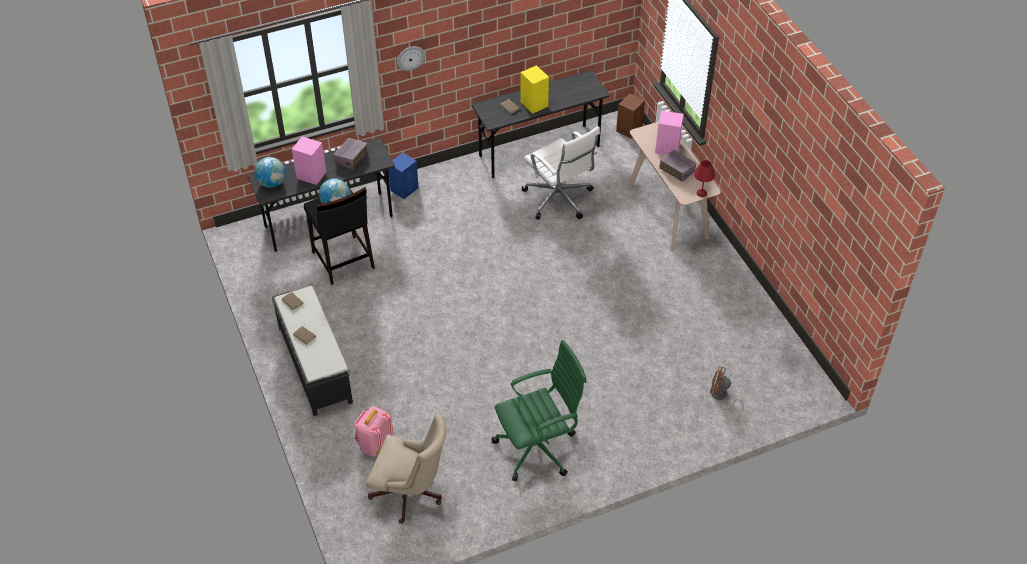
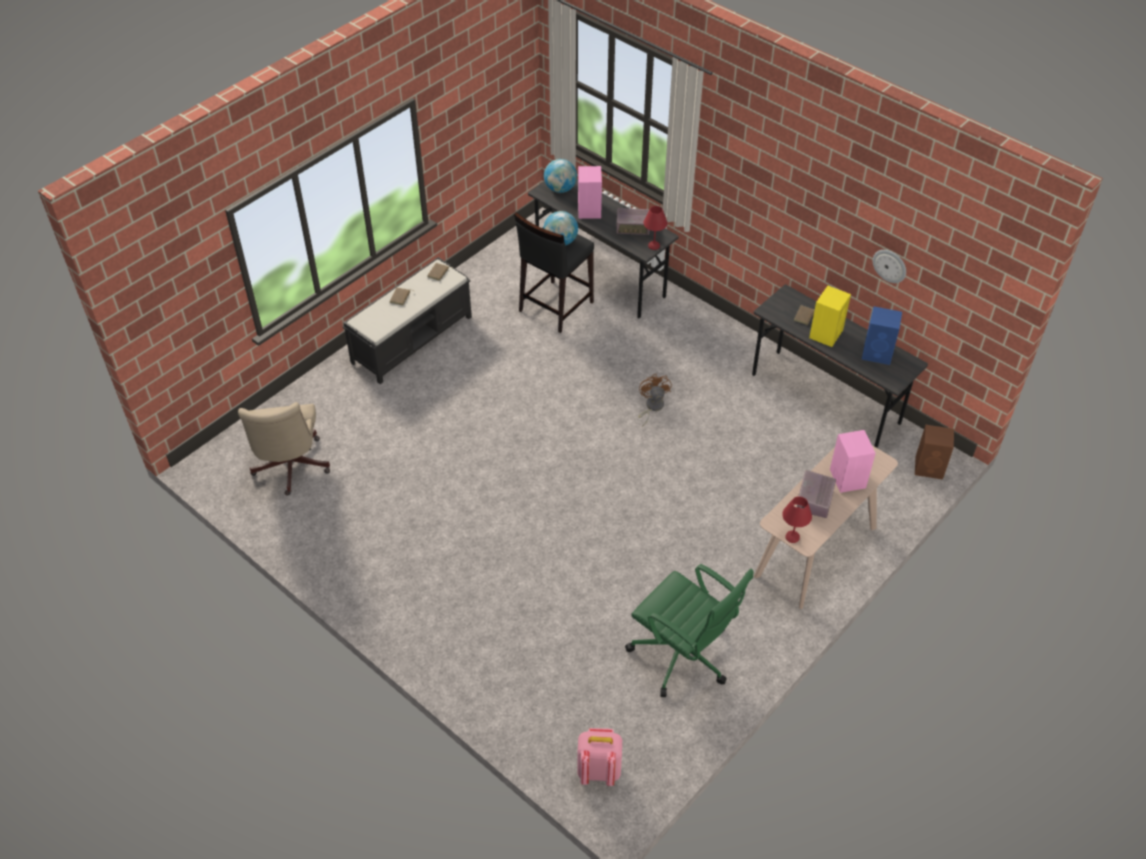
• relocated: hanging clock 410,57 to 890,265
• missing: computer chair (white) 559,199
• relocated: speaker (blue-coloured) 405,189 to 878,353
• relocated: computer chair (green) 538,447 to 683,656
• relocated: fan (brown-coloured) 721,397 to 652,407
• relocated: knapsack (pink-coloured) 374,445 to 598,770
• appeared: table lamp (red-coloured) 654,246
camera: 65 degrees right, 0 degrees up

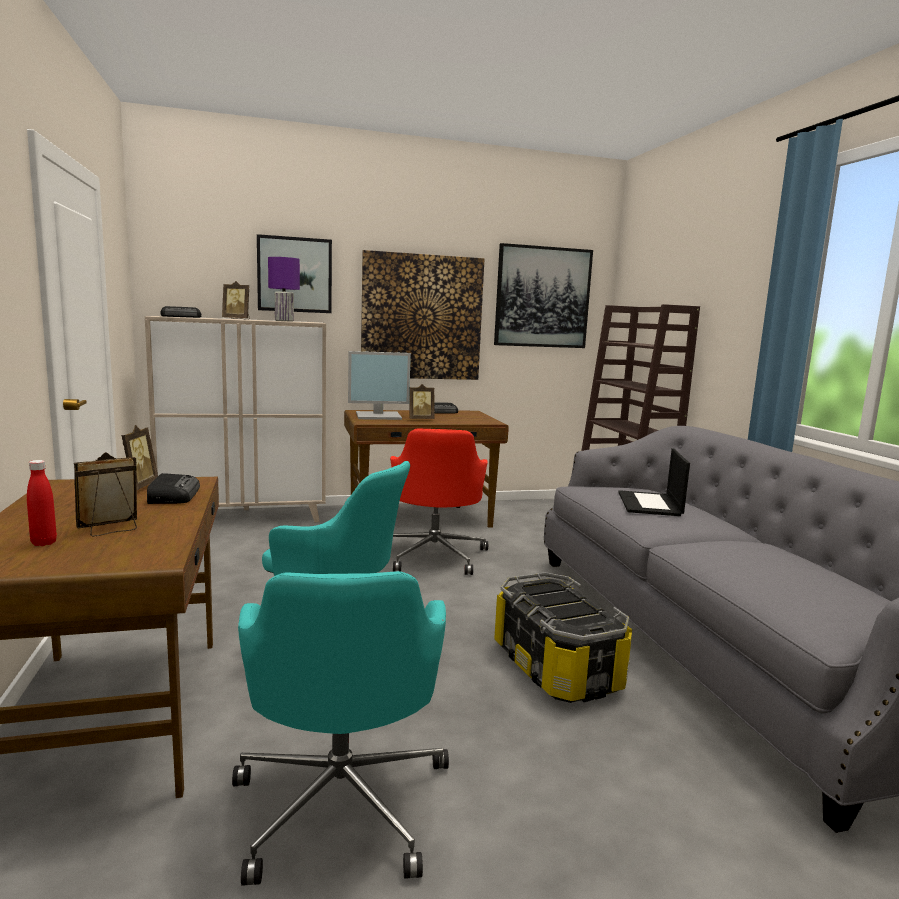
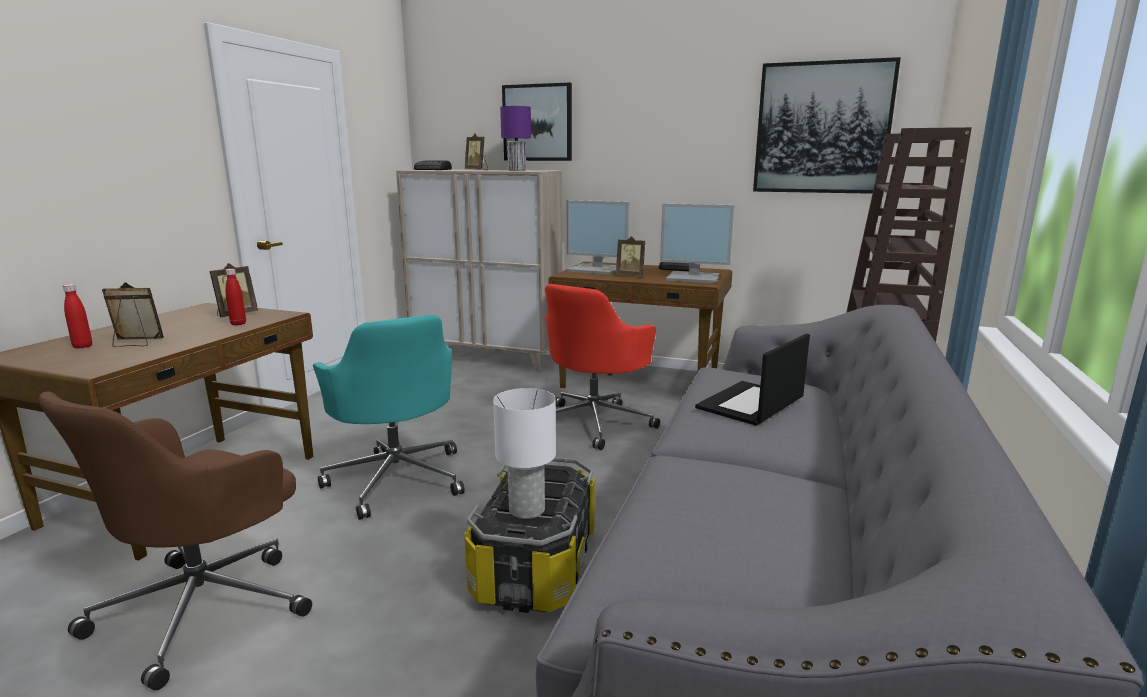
• missing: wall picture 422,317
• exchanged: radio set 173,495 to bottle (red-coloured) 238,324
• colour: computer chair (turquoise-coloured) 342,800 to computer chair (brown-coloured) 206,606
• appeared: monitor 694,278
• appeared: table lamp (white) 527,510
camera: 35 degrees right, 5 degrees up

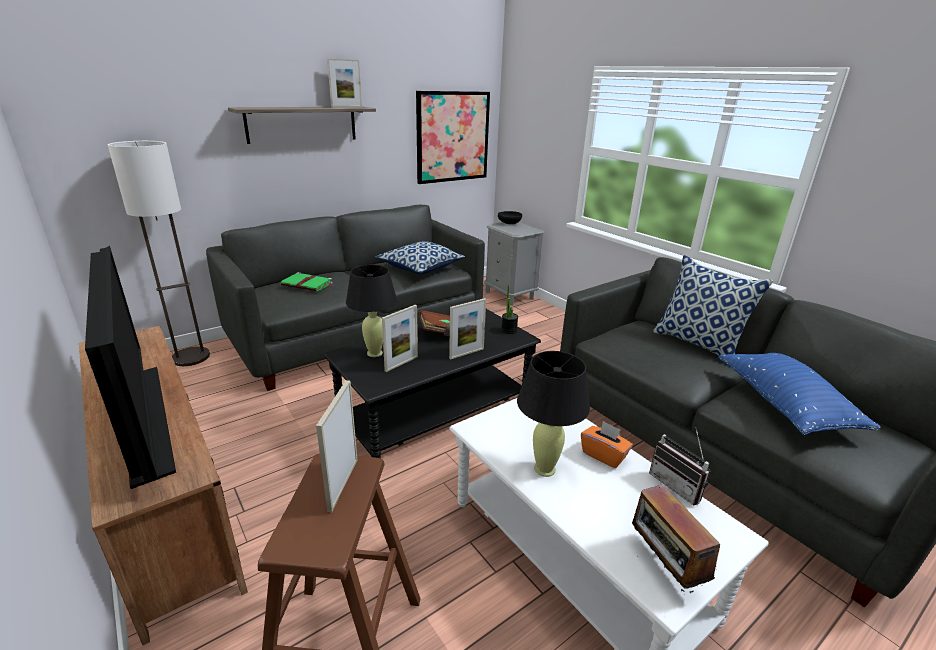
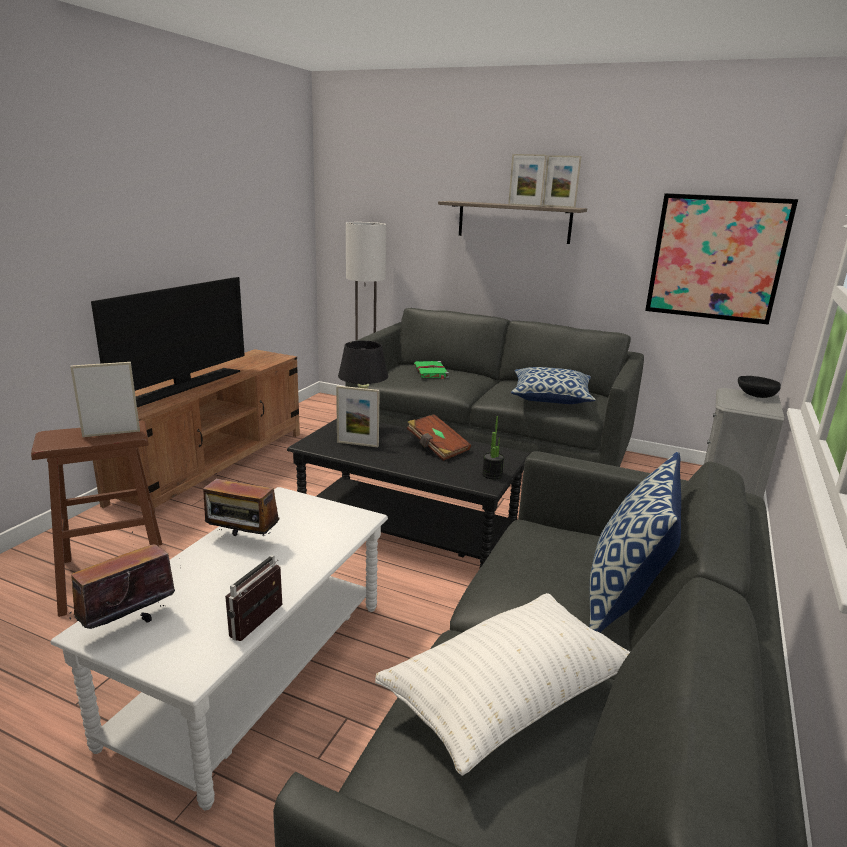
• relocated: standing frame 466,353 to 524,205
• exchanged: table lamp (blackish) 544,468 to radio set 242,541
• colour: throw pillow (blue-coloured) 784,405 to throw pillow (white) 508,696
• missing: tissue holder (orange-coloured) 604,455
camera: 60 degrees right, 5 degrees down

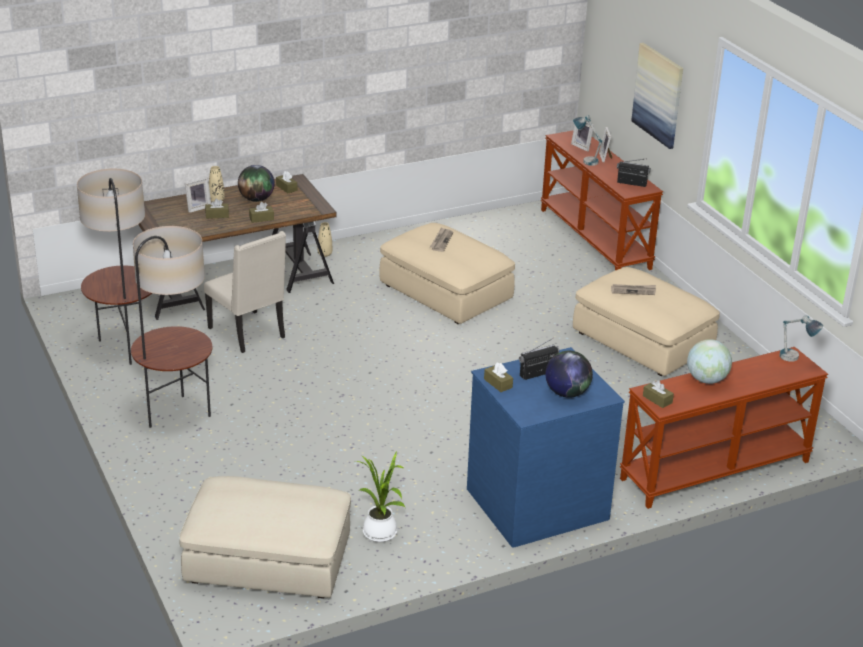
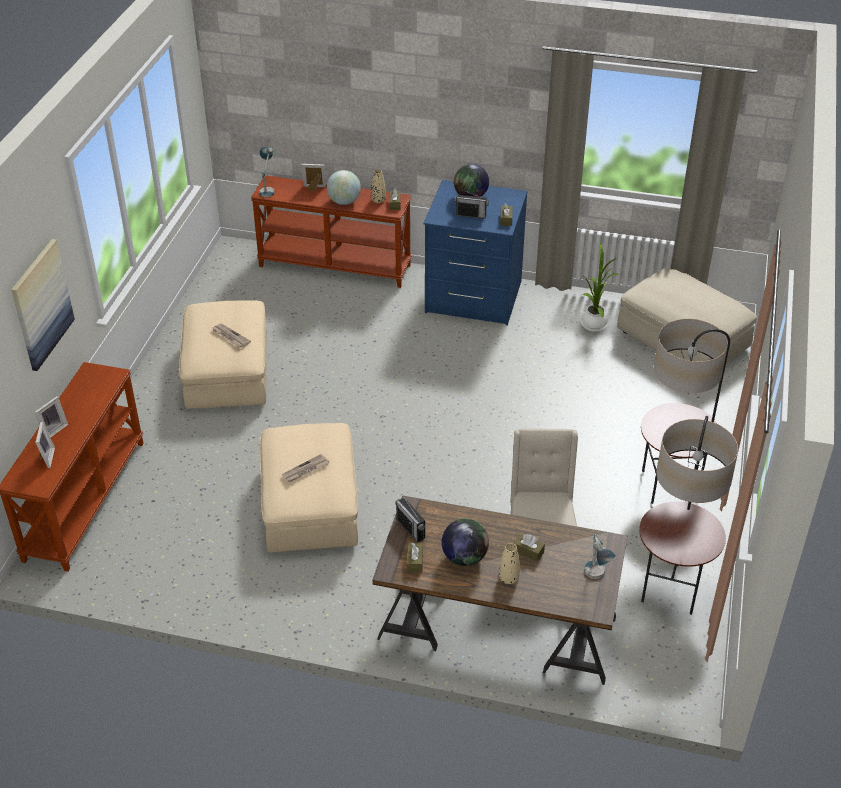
• relocated: table lamp 585,160 to 596,578
• relocated: radio set 631,183 to 410,529
• relocated: standing frame 197,207 to 314,188
• missing: tissue holder (brown-coloured) 261,218
• relocated: decorative vase (beige-coloured) 325,254 to 378,200
camera: 140 degrees left, 10 degrees up

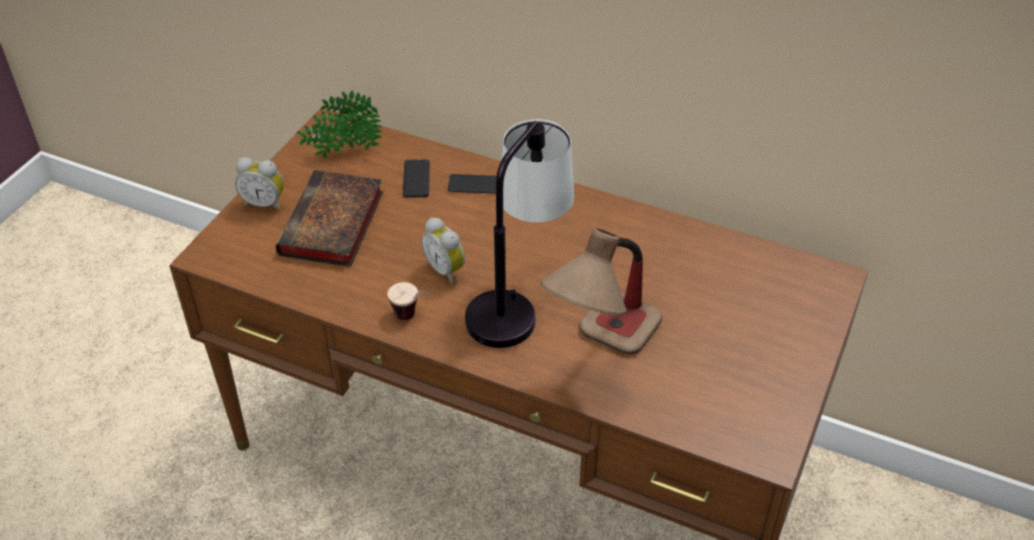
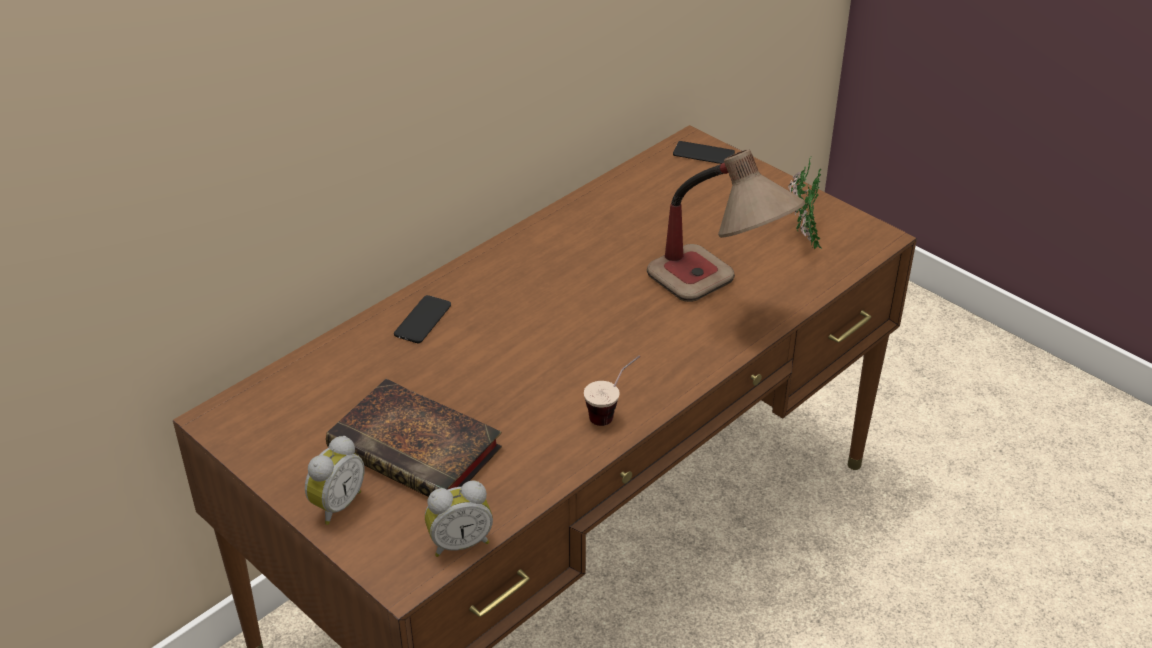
• relocated: houseplant 343,152 to 803,238
• missing: table lamp 516,300
• relocated: phone 416,179 to 703,154
• relocated: table clock 446,270 to 459,542
camera: 70 degrees left, 5 degrees down

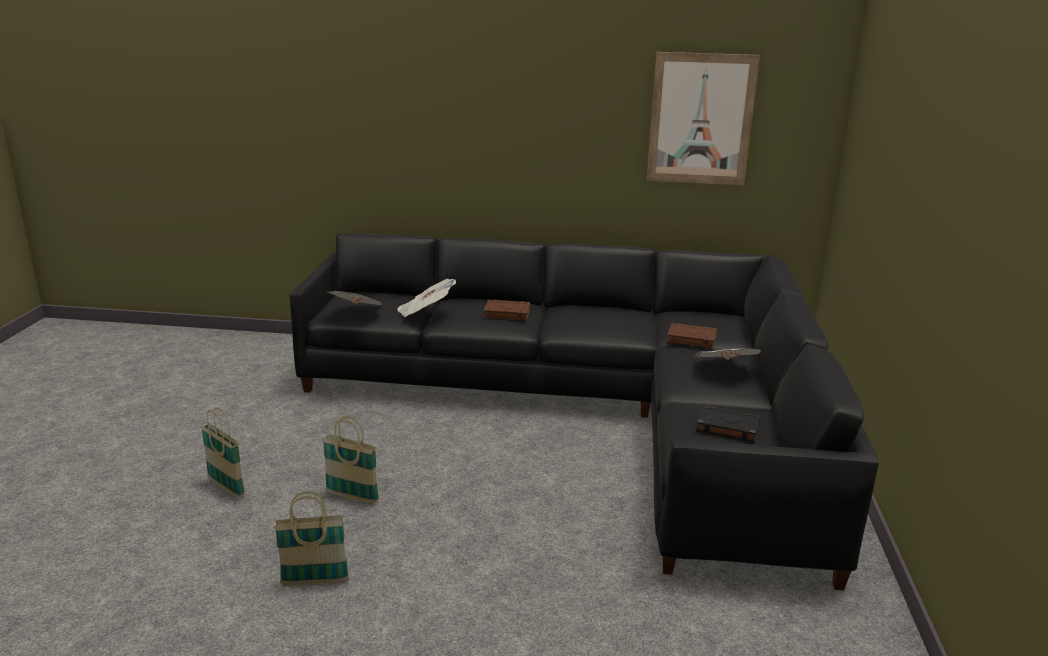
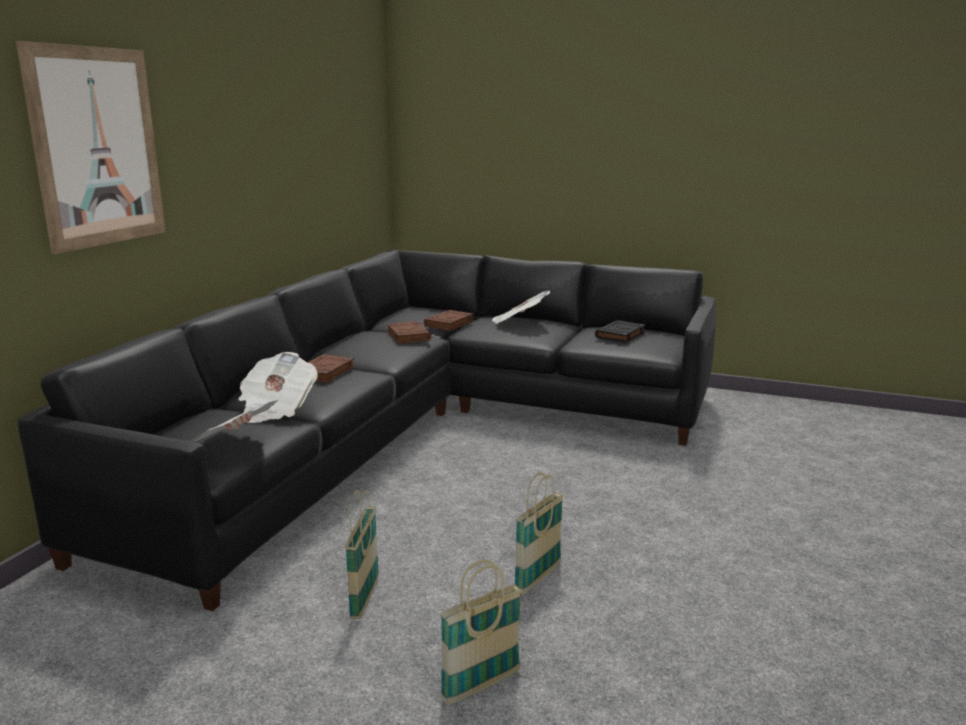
• relocated: wall picture 701,119 to 97,147
• relocated: household basket 315,582 to 365,599
• appeared: book (brown-coloured) 408,336
camera: 75 degrees left, 5 degrees down

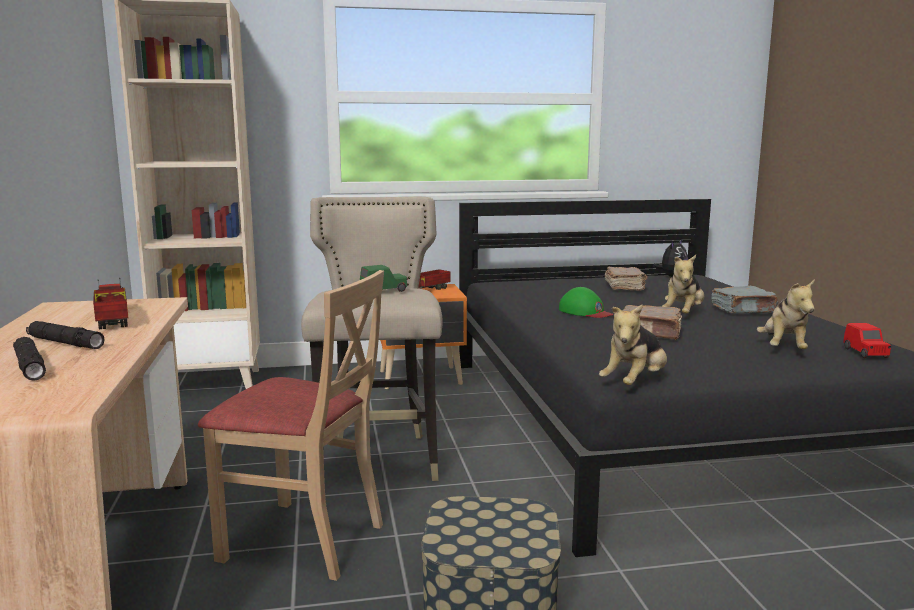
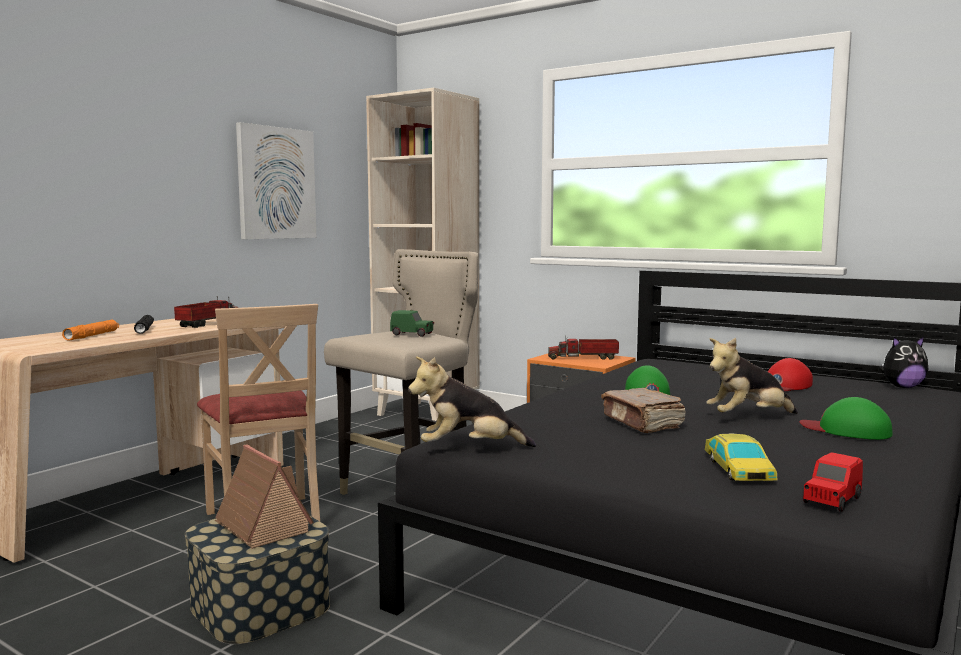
• exchanged: book (brown-coloured) 625,287 to cap (red-coloured) 785,385
• exchanged: plush toy 783,348 to miniature car 738,469
• exchanged: book (grey) 743,310 to cap (green) 846,430
• colour: torch (blackish) 30,366 to torch (orange-coloured) 92,335
• appeared: wall picture 276,183
• appeared: model house 262,527
camera: 45 degrees right, 5 degrees down

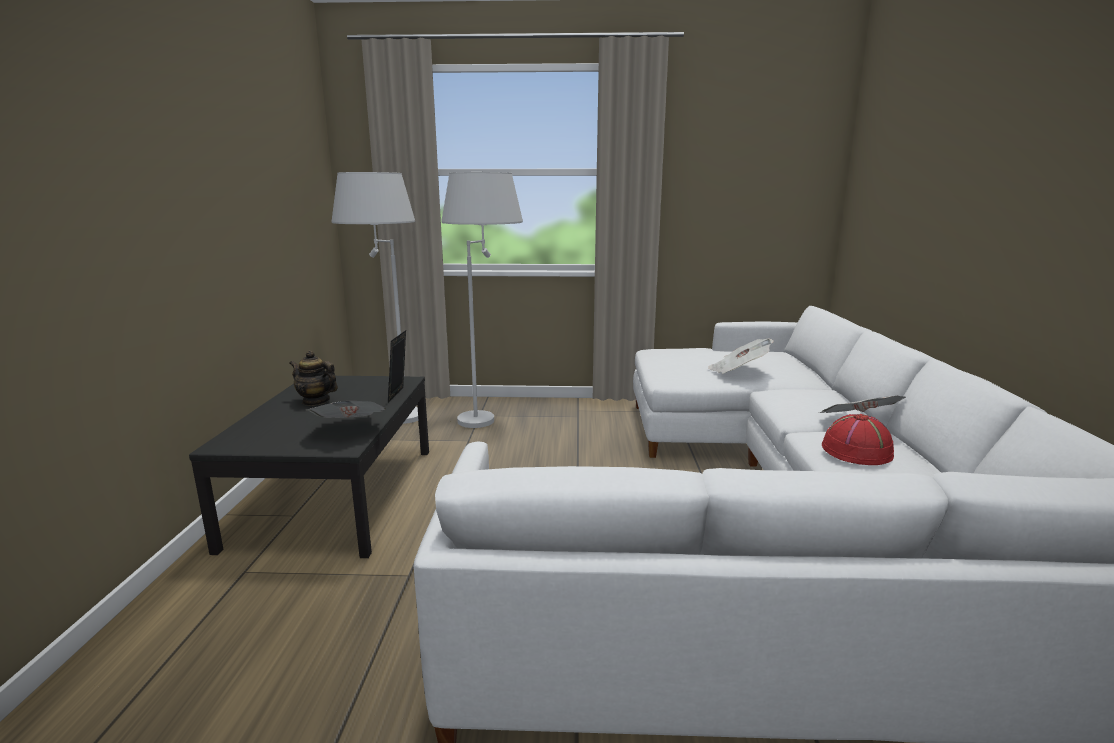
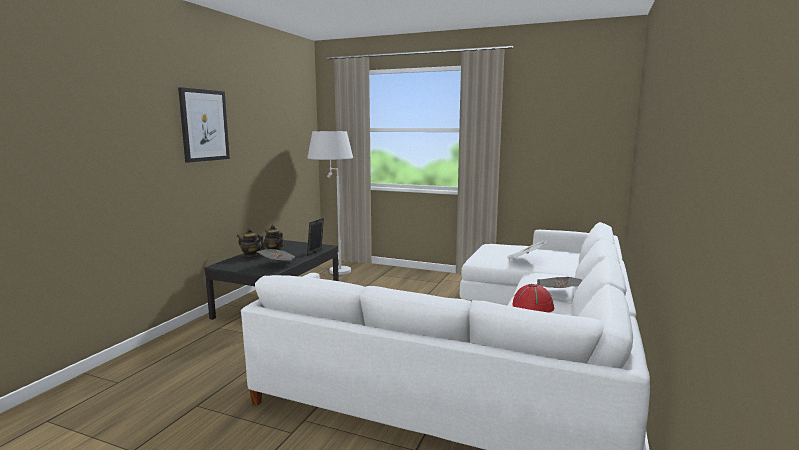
• missing: standard lamp (white) 489,414
• appeared: wall picture 204,125
• appeared: tea pot 251,256
camera: 20 degrees right, 5 degrees down

